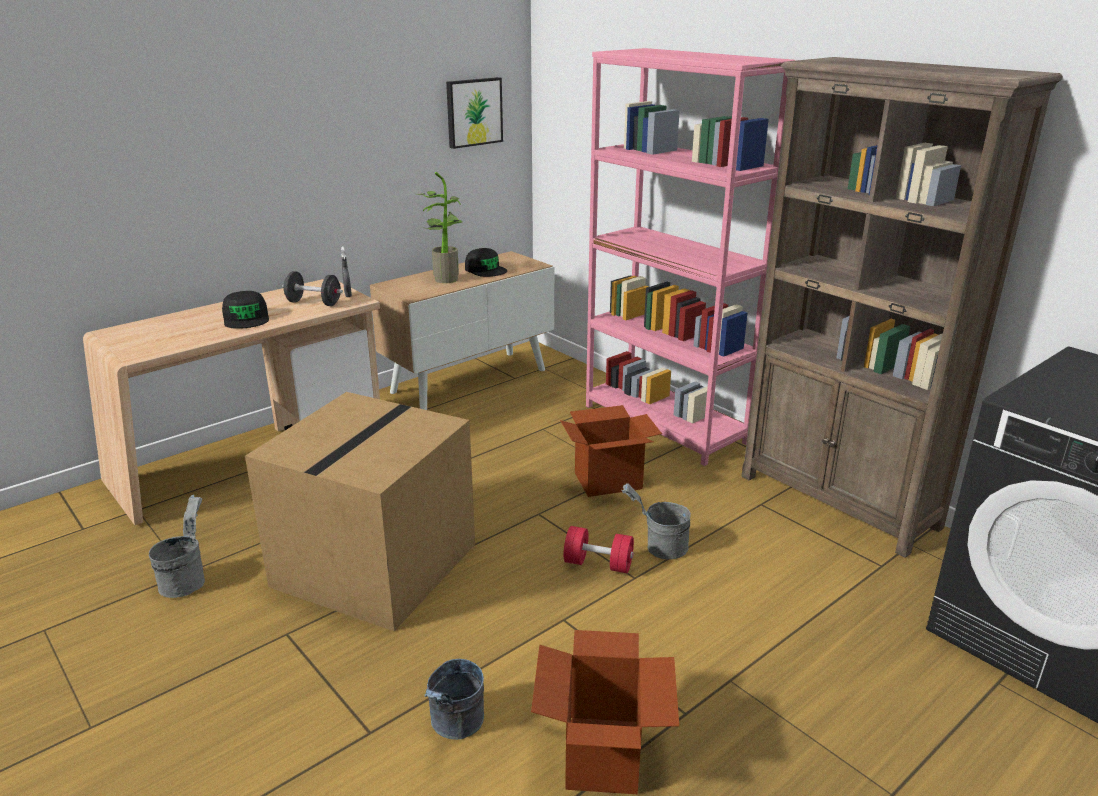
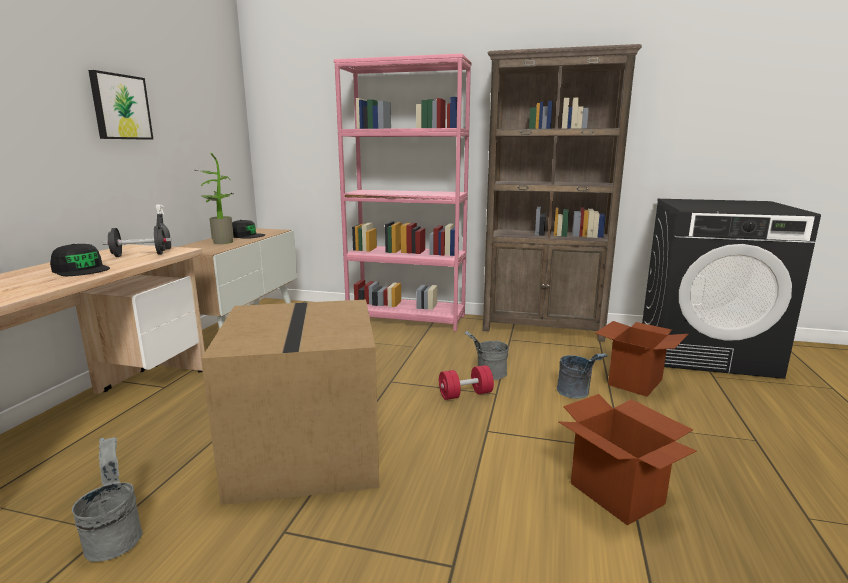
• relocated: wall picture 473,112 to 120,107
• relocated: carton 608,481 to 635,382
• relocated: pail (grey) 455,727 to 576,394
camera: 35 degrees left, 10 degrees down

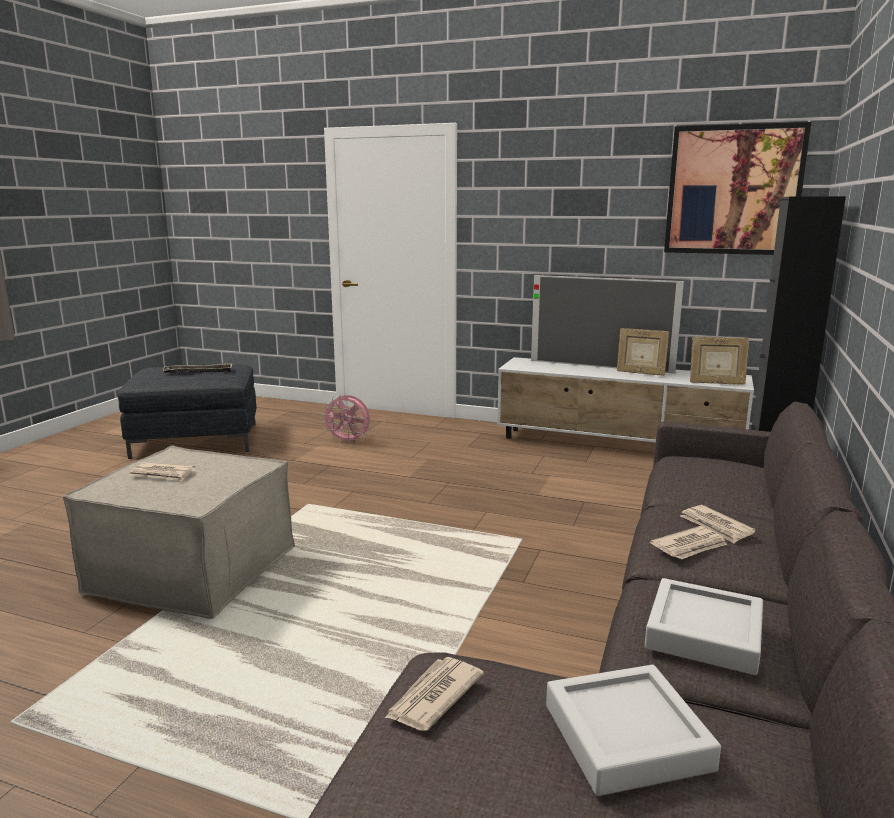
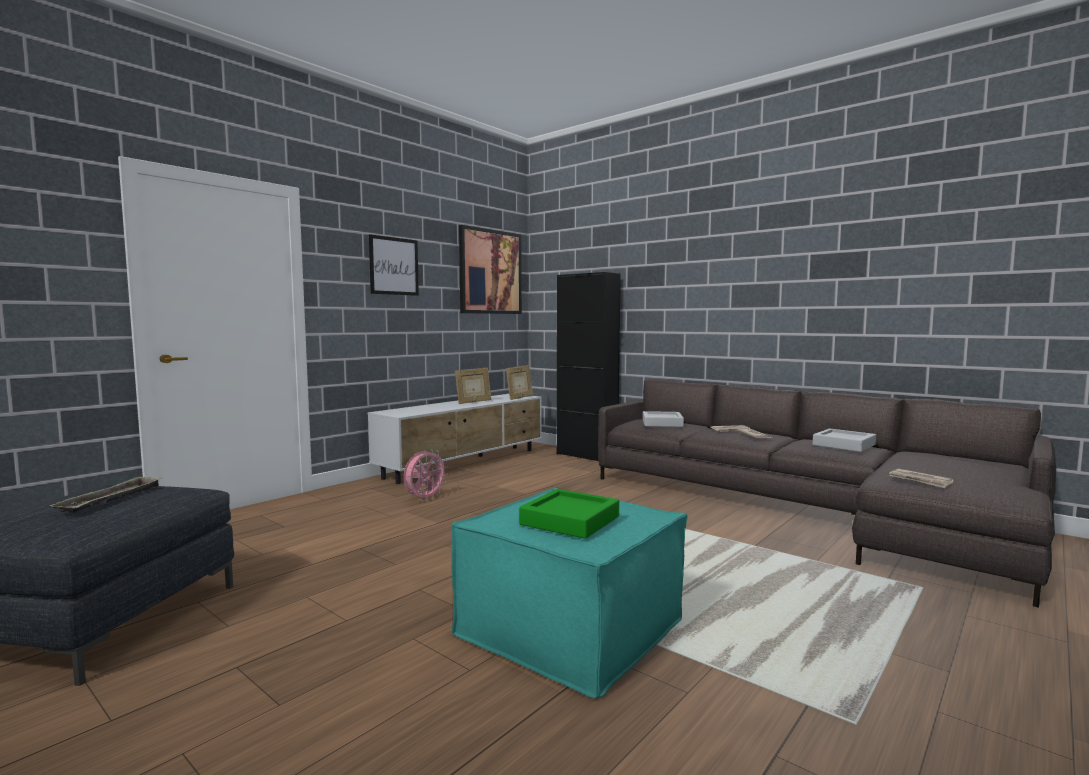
• missing: TV set 600,366
• relocated: fan (pink-coloured) 348,441 to 425,498
• colour: ottoman (beige-coloured) 193,569 to ottoman (turquoise-coloured) 570,628
• exchanged: printed paper 162,474 to tray (green) 570,520
• relocated: tray (grey) 626,737 to 662,423
• appeared: wall picture 394,266
camera: 70 degrees left, 10 degrees down

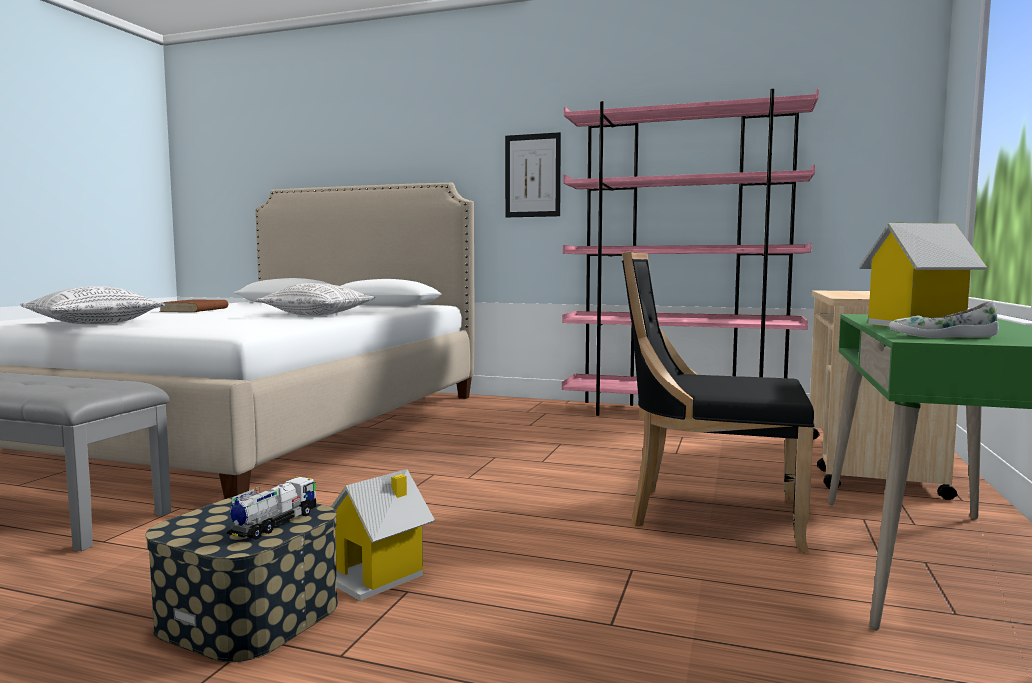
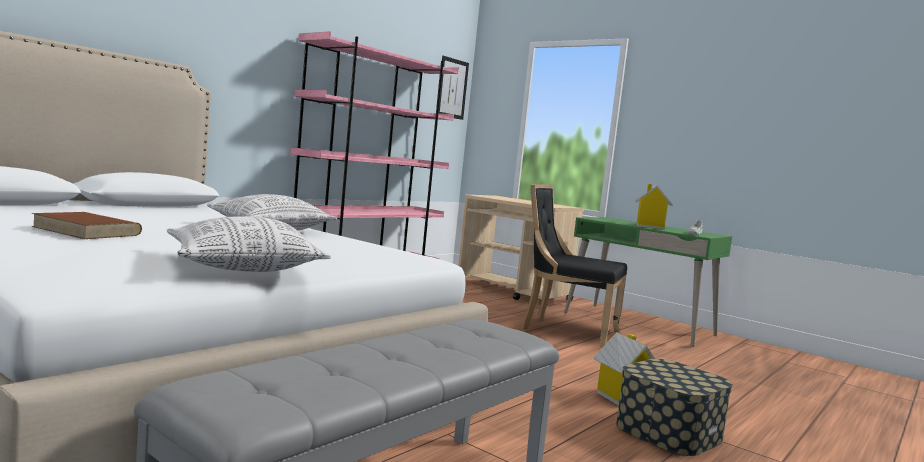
• relocated: wall picture 532,175 to 452,88
• spun: chair (blackish) 709,514 = 566,330 75 degrees clockwise
• missing: toy lorry 274,524
camera: 70 degrees left, 0 degrees up

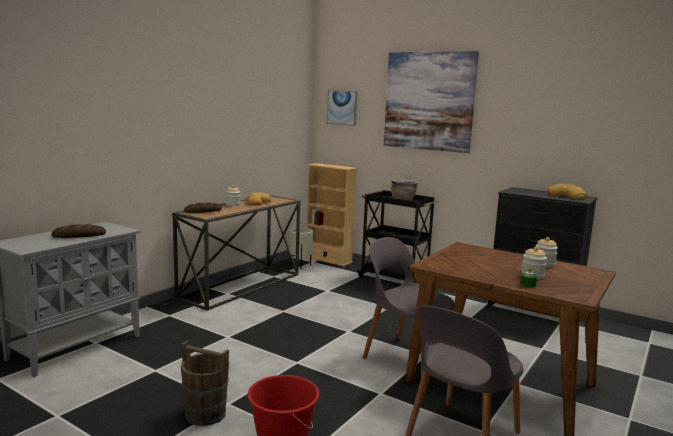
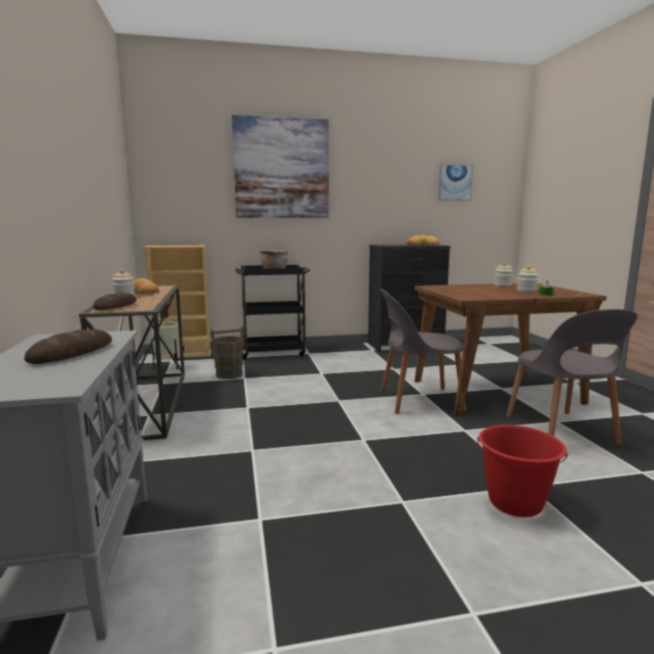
• relocated: wall picture 342,107 to 454,182
• relocated: pail (brown-coloured) 205,414 to 229,374
camera: 45 degrees left, 0 degrees up

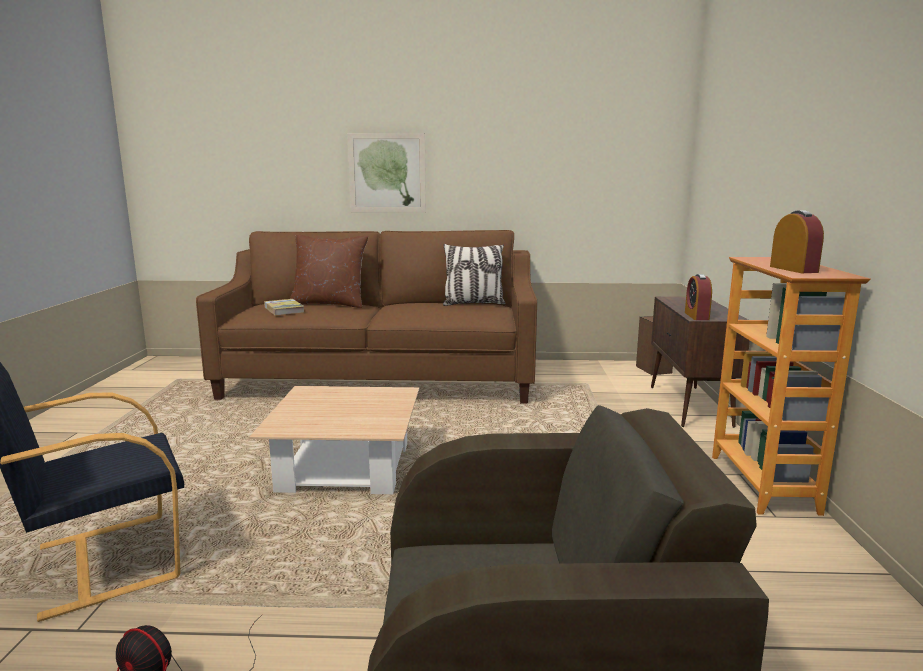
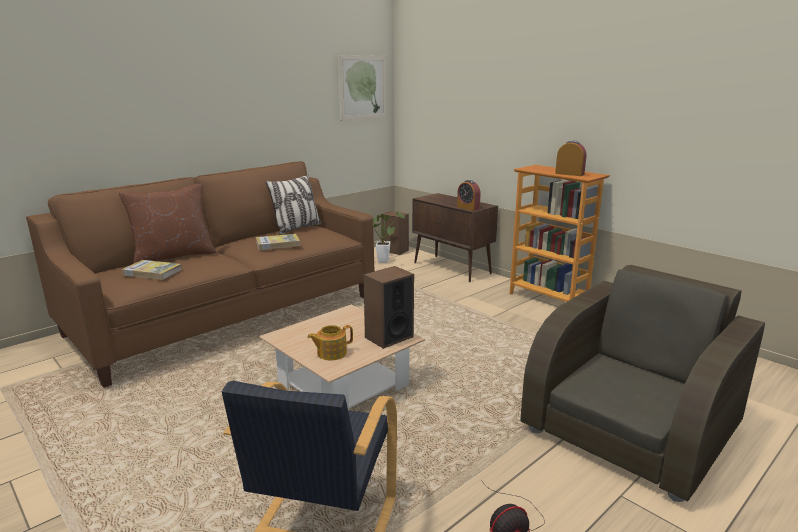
• relocated: wall picture 387,173 to 363,87
• appeared: houseplant 383,260
• appeared: book 278,244
• appeared: speaker 388,337
• appeared: tea pot 331,353
camera: 45 degrees left, 5 degrees up

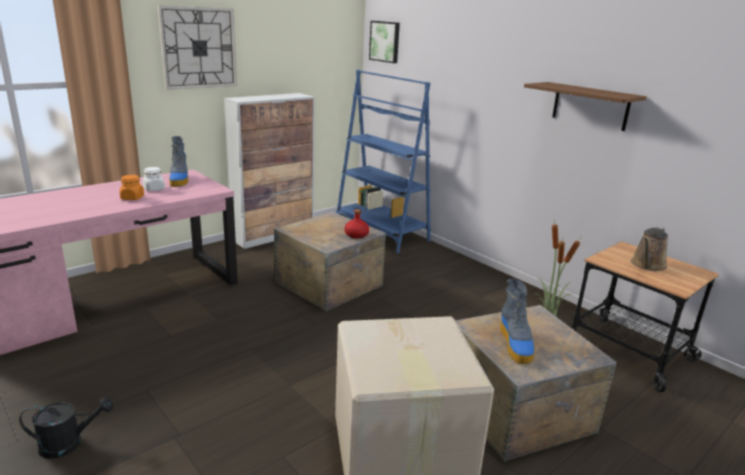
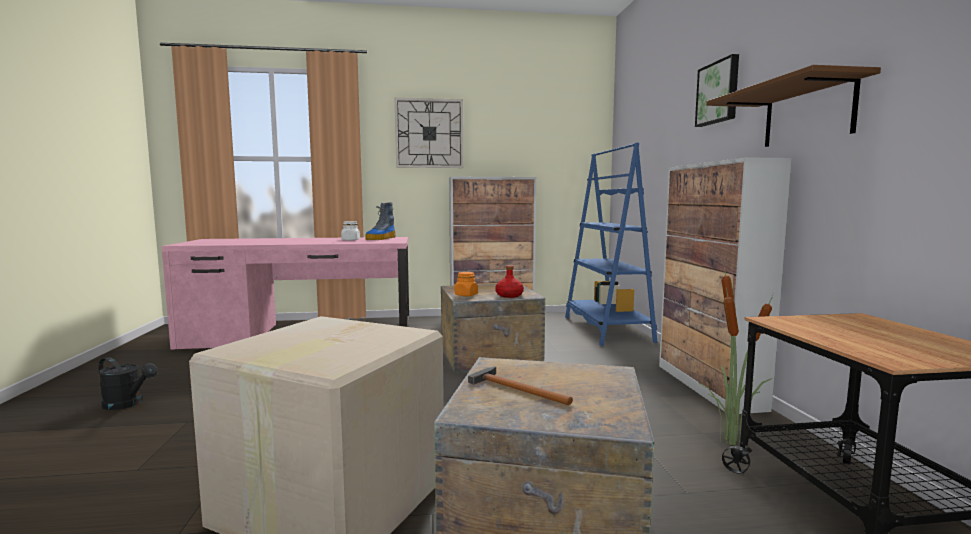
• relocated: wall picture 385,41 to 718,93
• relocated: preserve jar (orange-coloured) 132,198 to 466,295
• missing: watering can (brown-coloured) 647,265
• exchanged: tall boot 516,345 to hand hammer 516,389
• appeared: cupboard 708,386
camera: 35 degrees right, 15 degrees down

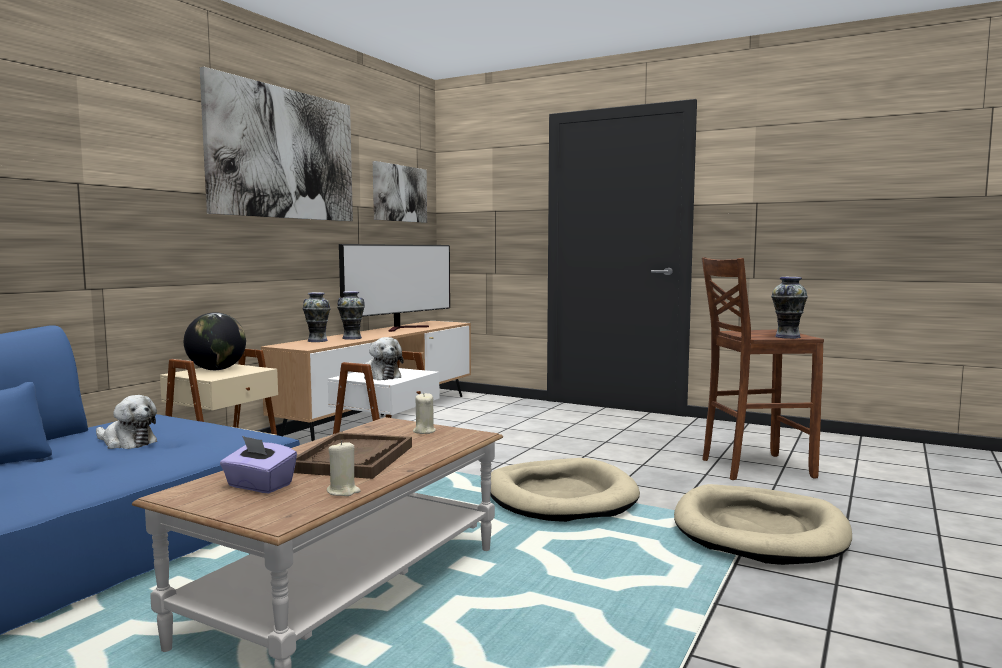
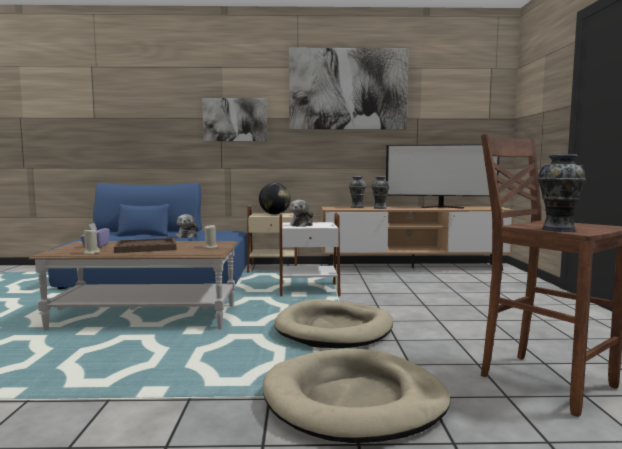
• relocated: wall picture 399,193 to 235,120
camera: 60 degrees right, 0 degrees up

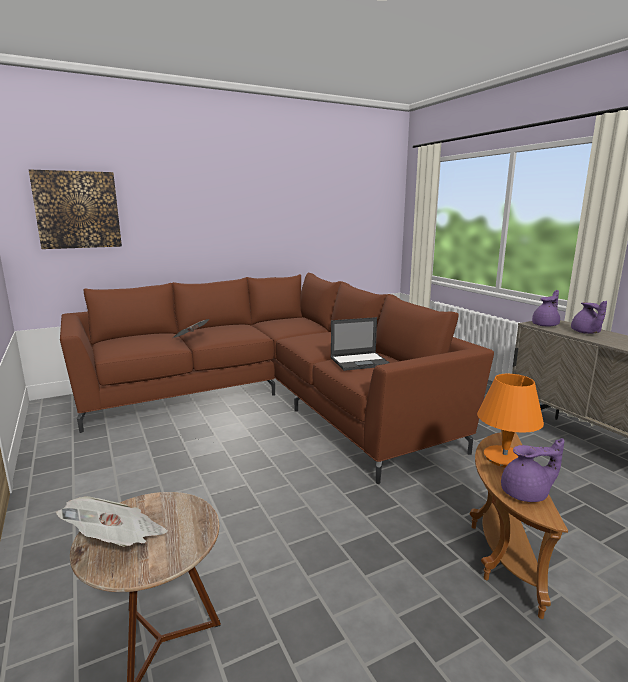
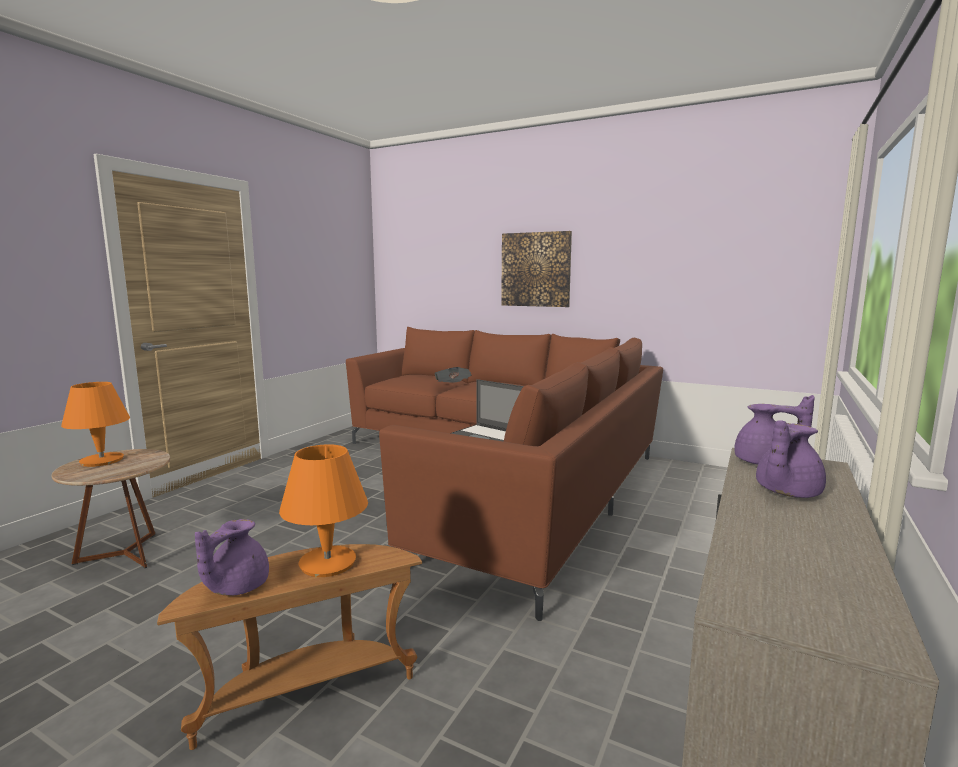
• relocated: wall picture 77,210 to 536,269
• spun: tea pot (purple-coloured) 526,494 = 235,587 60 degrees clockwise
• exchanged: printed paper 118,541 to table lamp (orange-coloured) 102,460
camera: 55 degrees right, 5 degrees down

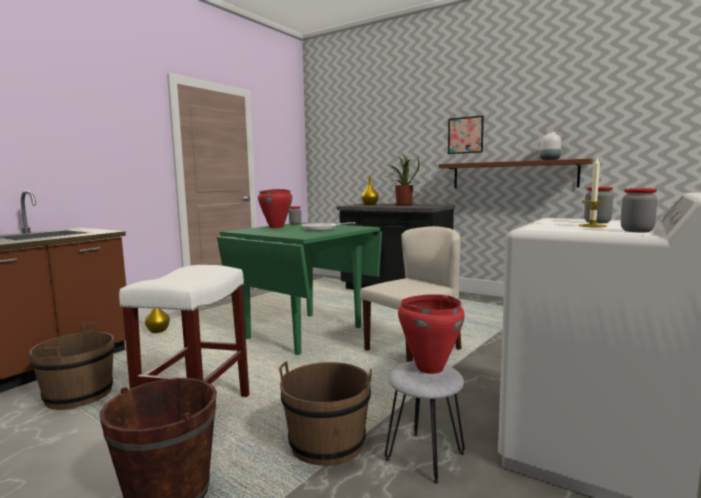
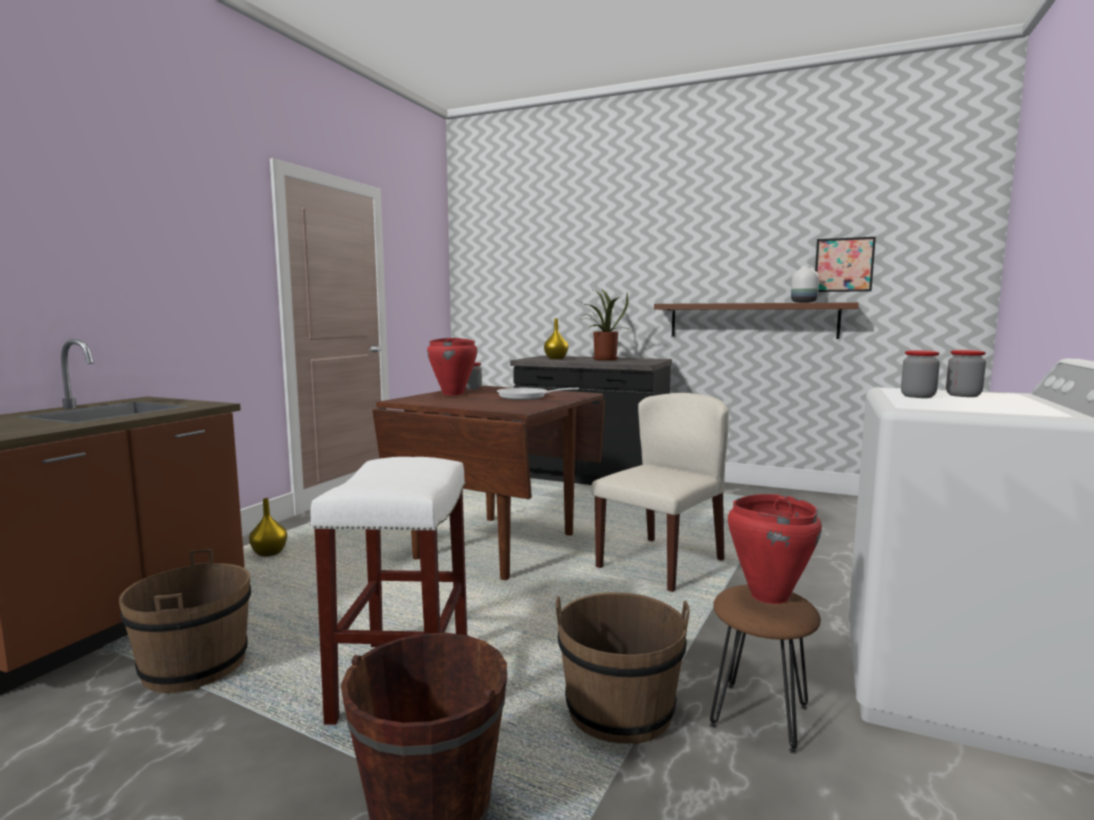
• relocated: wall picture 465,135 to 843,265
• missing: wax candle 592,226
• relocated: preserve jar 637,231 to 918,396
• colour: kitchen table (green) 305,333 to kitchen table (brown-coloured) 498,546
• colour: sitting stool (grey) 425,456 to sitting stool (brown-coloured) 760,716
camera: 10 degrees left, 0 degrees up

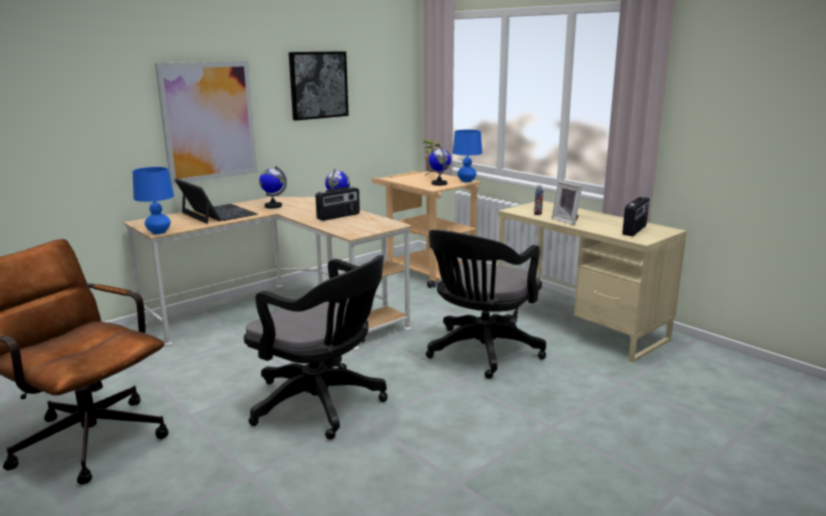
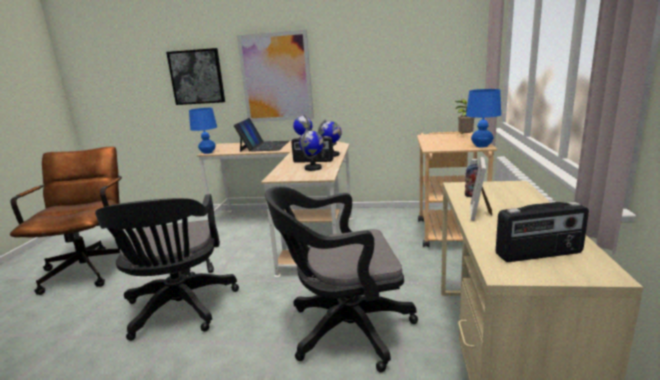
• relocated: wall picture 318,85 to 197,77
• relocated: globe 439,184 to 313,168
camera: 50 degrees right, 0 degrees up

